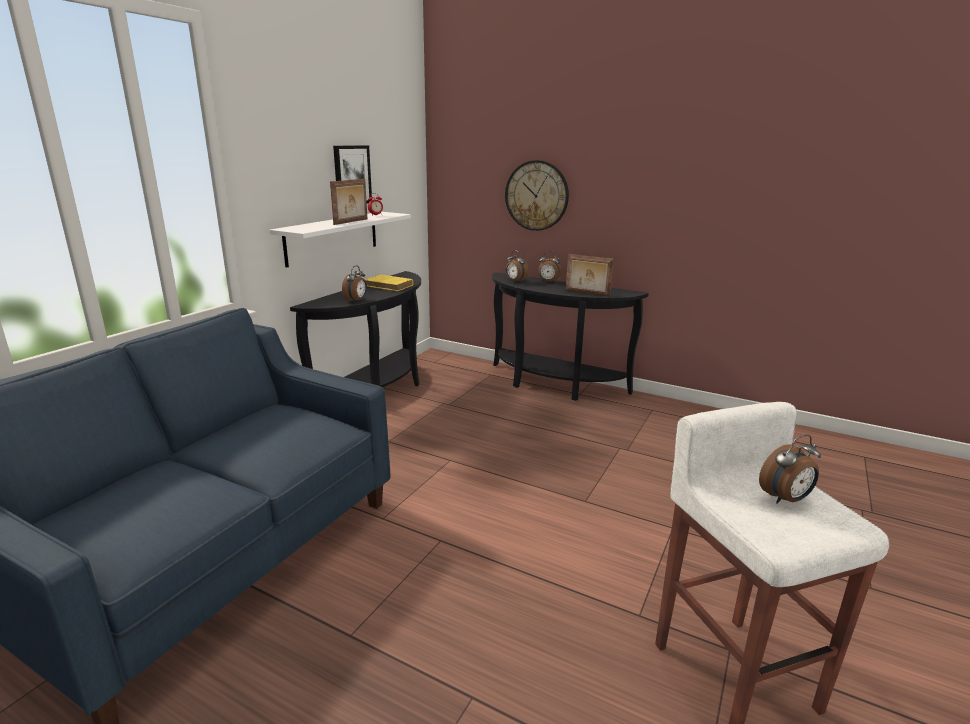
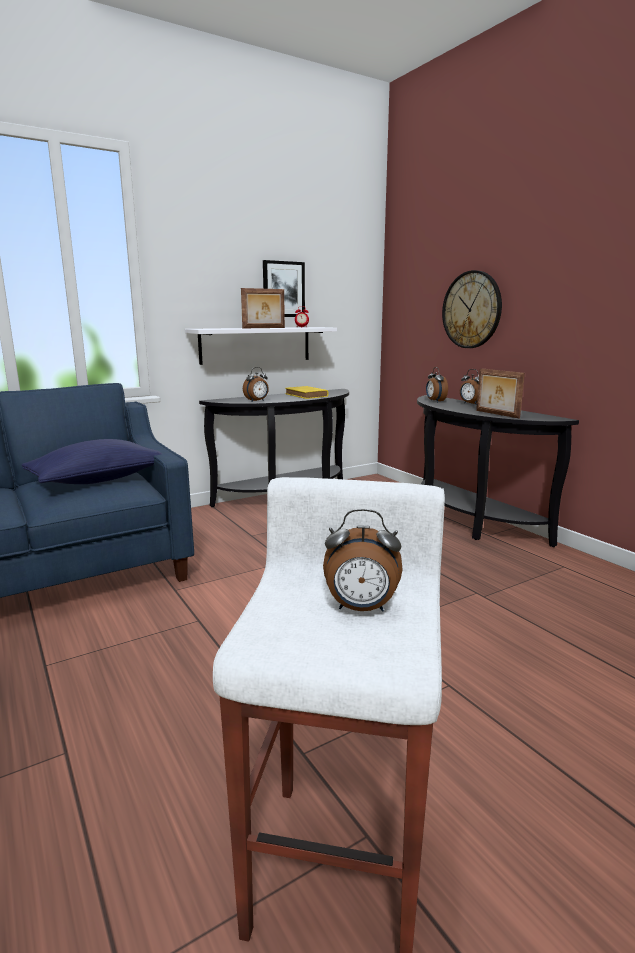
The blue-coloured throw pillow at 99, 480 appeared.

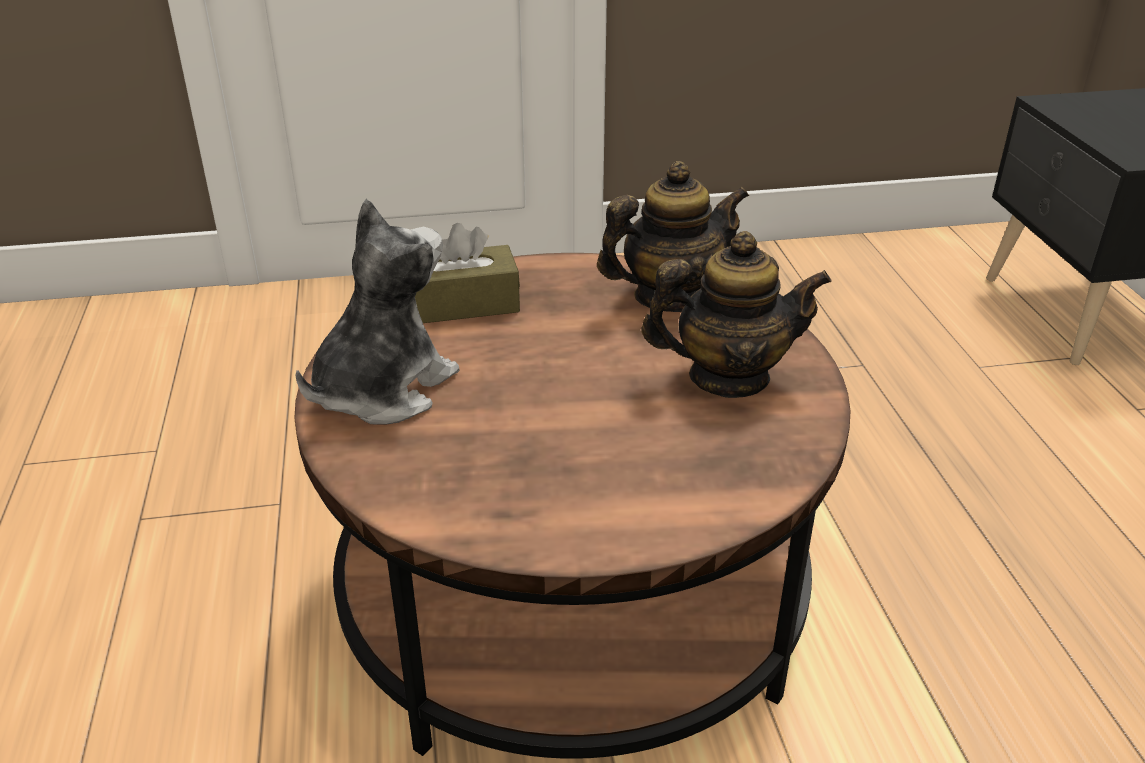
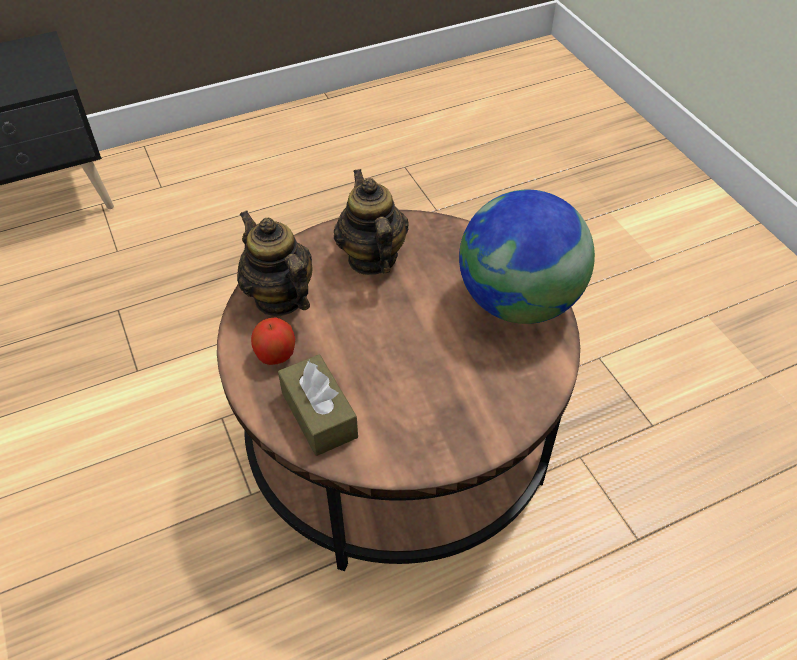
The cuddly toy at 382, 390 disappeared.
The apple fruit at 275, 355 appeared.
The desk globe at 518, 302 appeared.

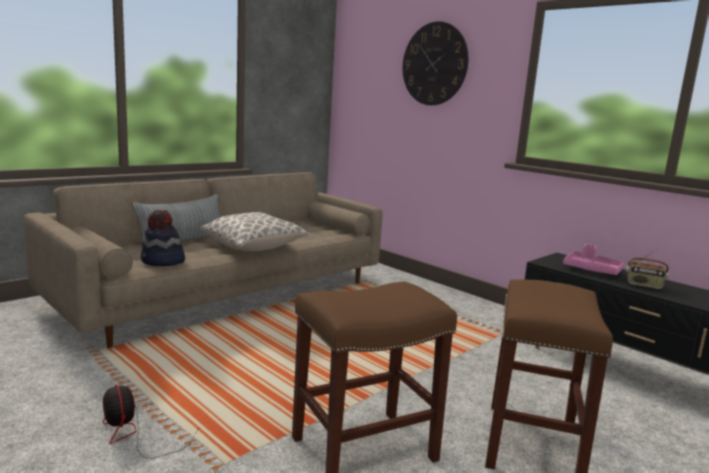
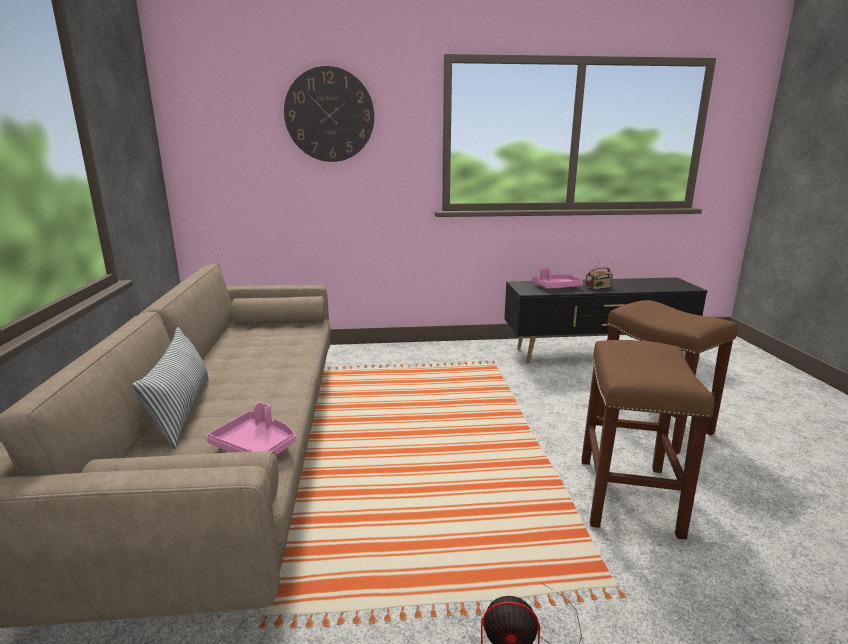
The throw pillow at 253, 248 disappeared.
The clothing hat at 162, 262 was replaced by the pink carrying tray at 256, 446.

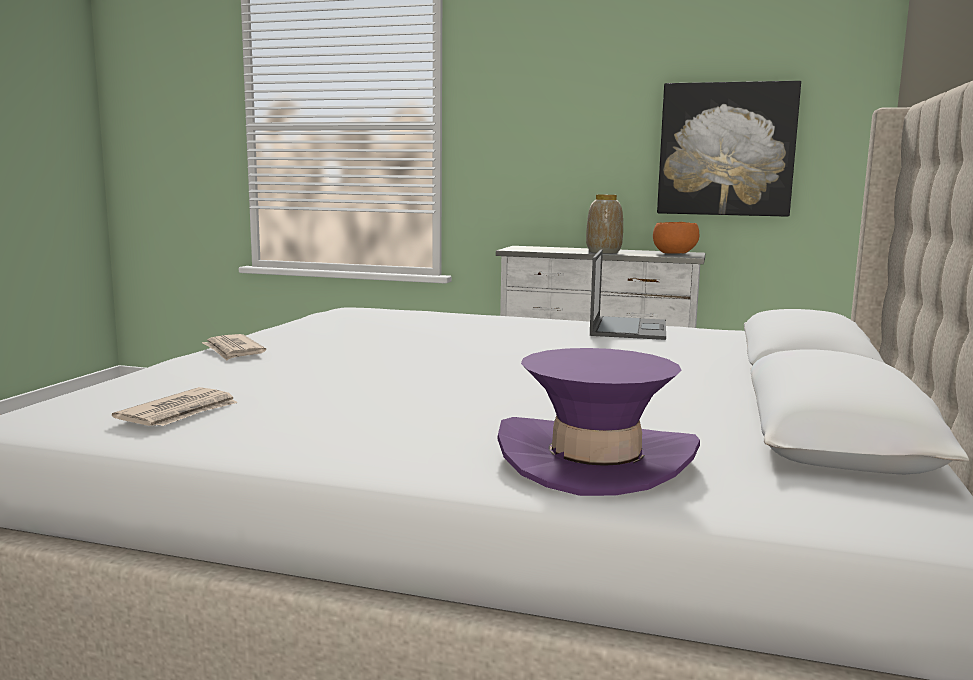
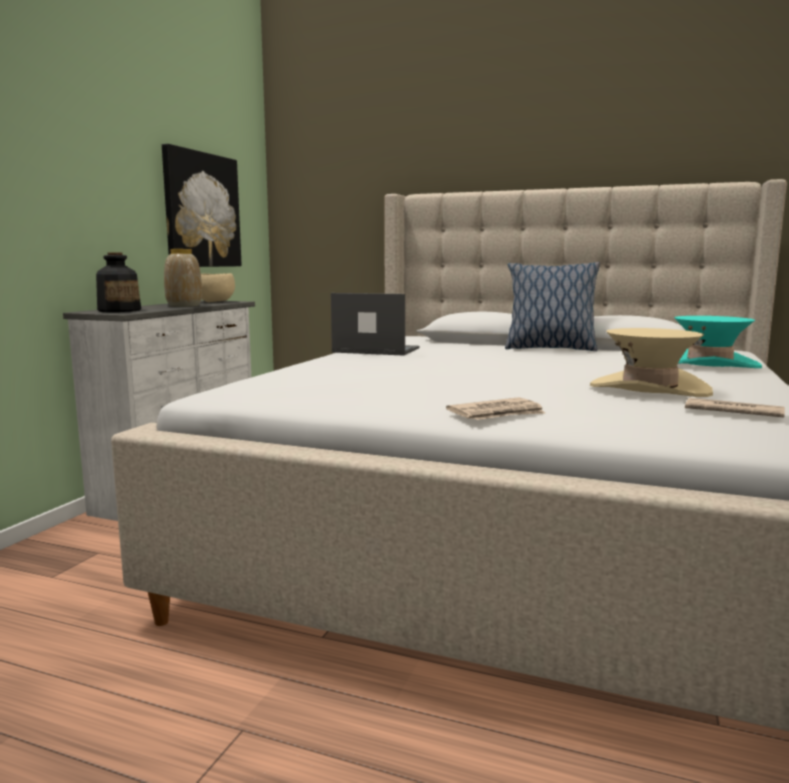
The beverage bottle at 119, 310 appeared.
The throw pillow at 549, 349 appeared.
The beige clothing hat at 649, 389 appeared.
The purplish clothing hat at 596, 459 became the turquoise clothing hat at 709, 364.
The orange serving bowl at 673, 254 became the beige serving bowl at 215, 302.

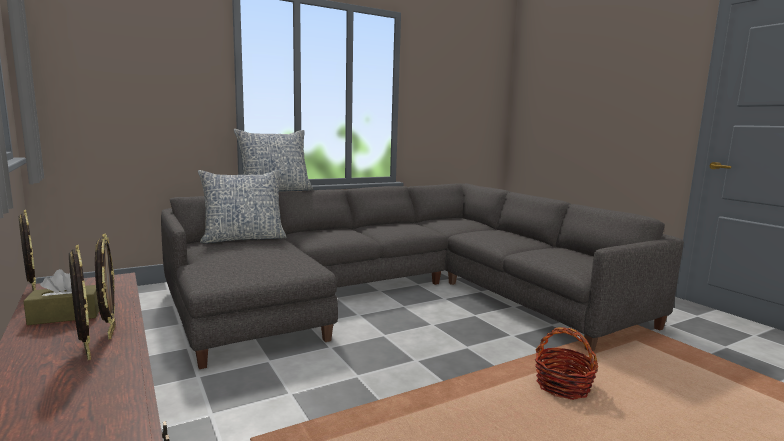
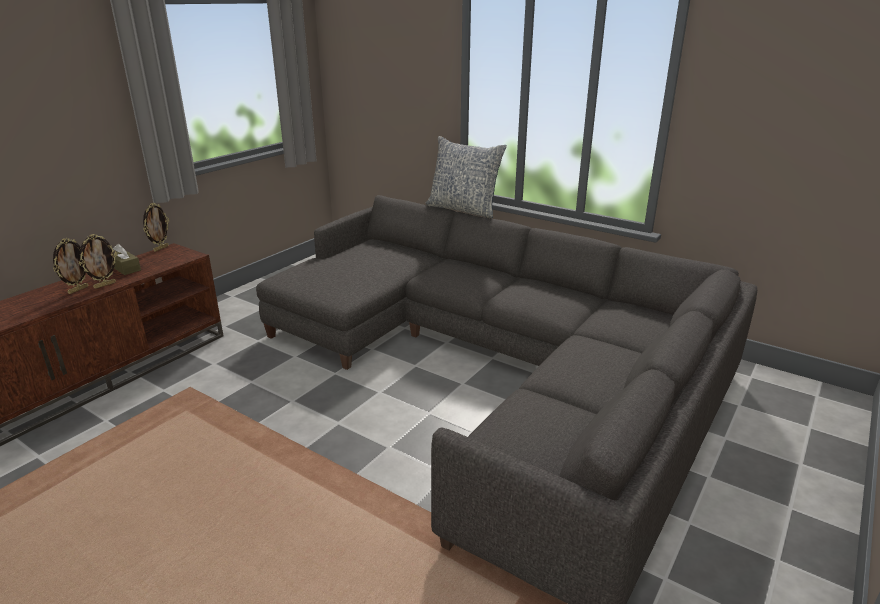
The throw pillow at 244, 238 disappeared.
The basket at 563, 386 disappeared.

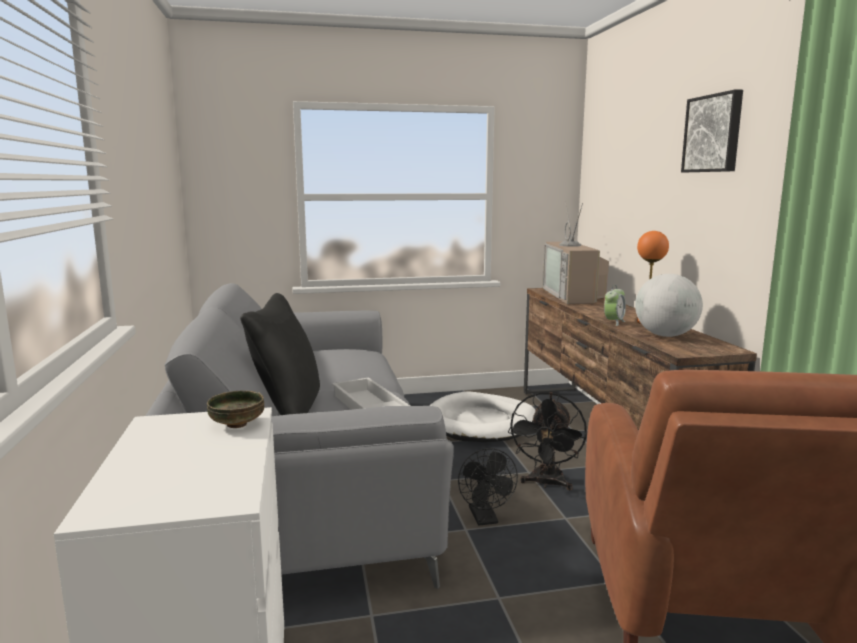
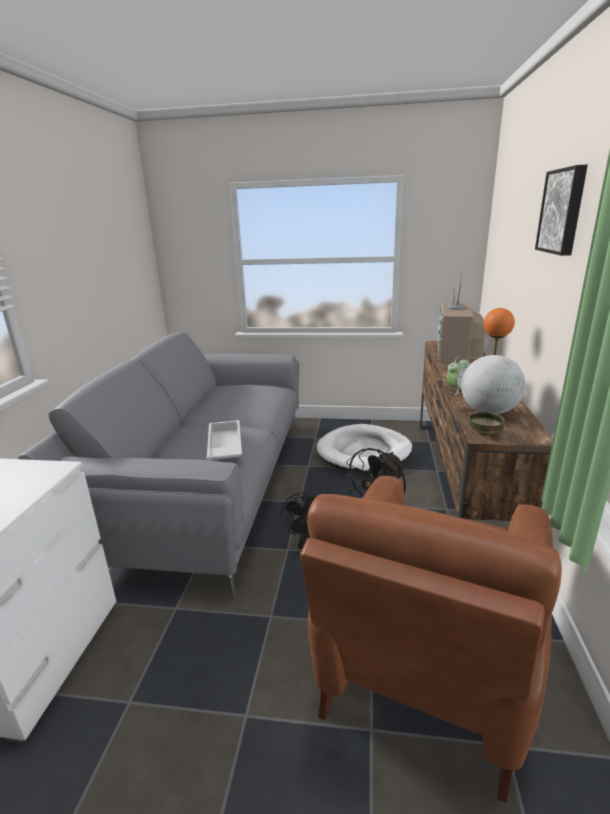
The blackish throw pillow at 287, 410 disappeared.
The serving bowl moved from 238, 424 to 484, 433.

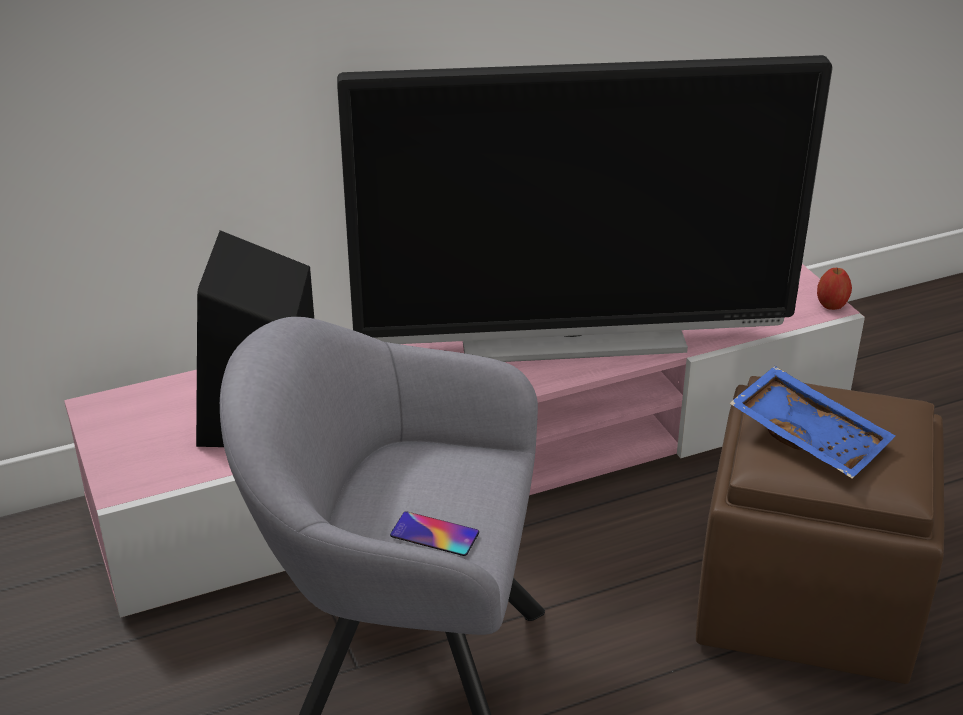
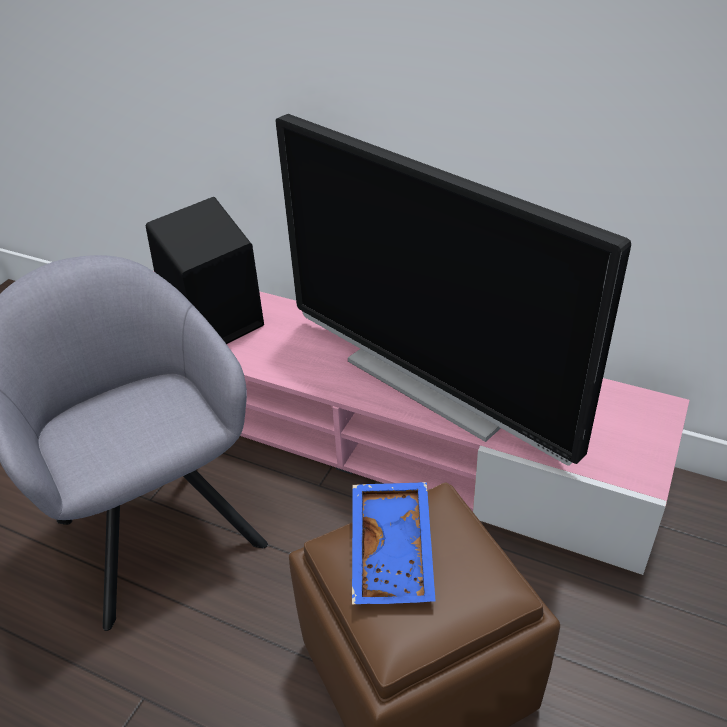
The phone at 434, 534 disappeared.
The apple fruit at 831, 305 disappeared.

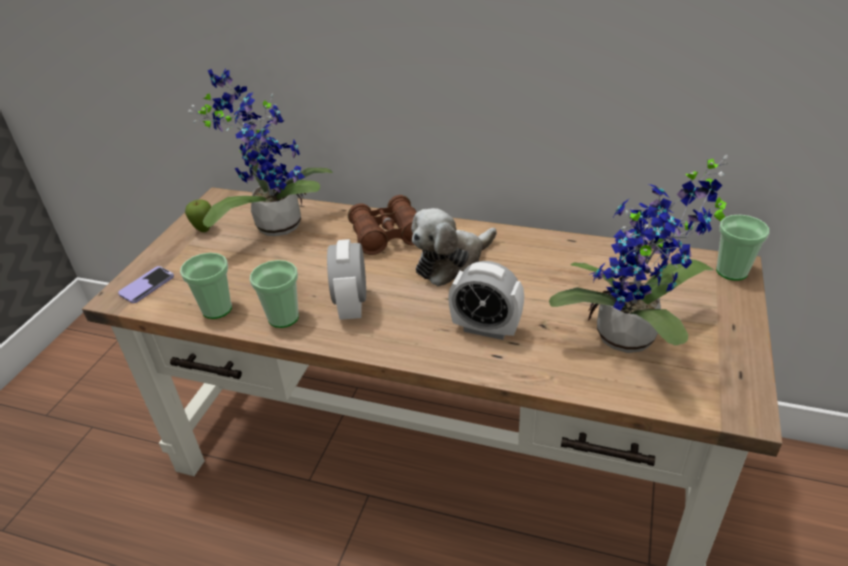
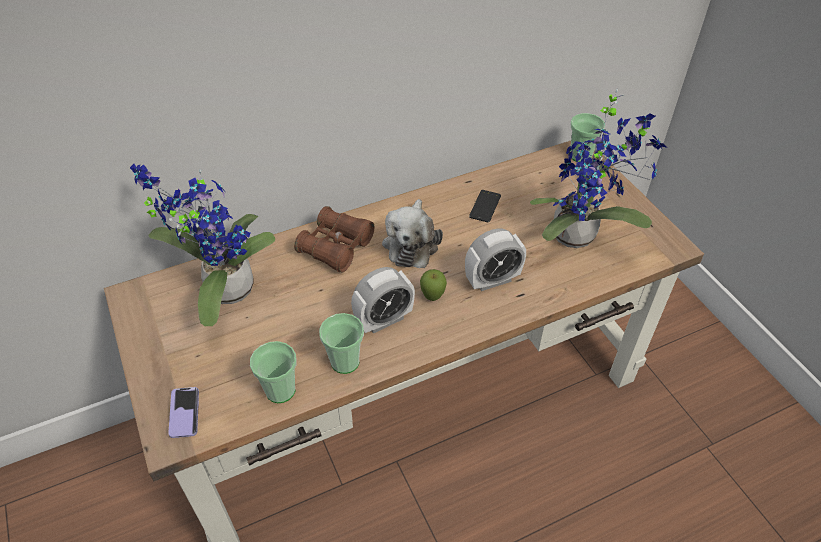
The phone at 485, 206 appeared.
The apple fruit moved from 204, 230 to 432, 297.
The alarm clock at 352, 306 turned 75 degrees counterclockwise.

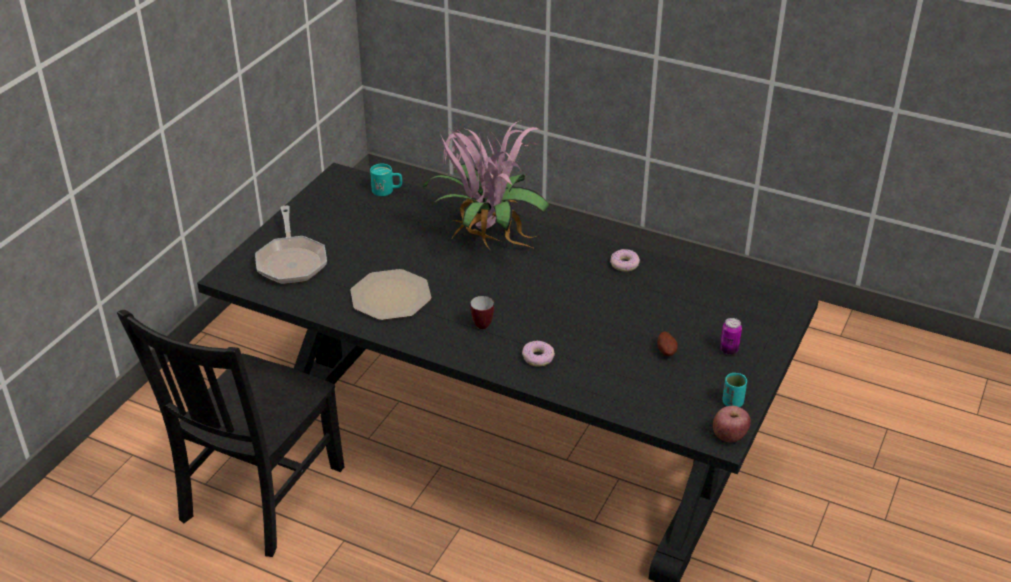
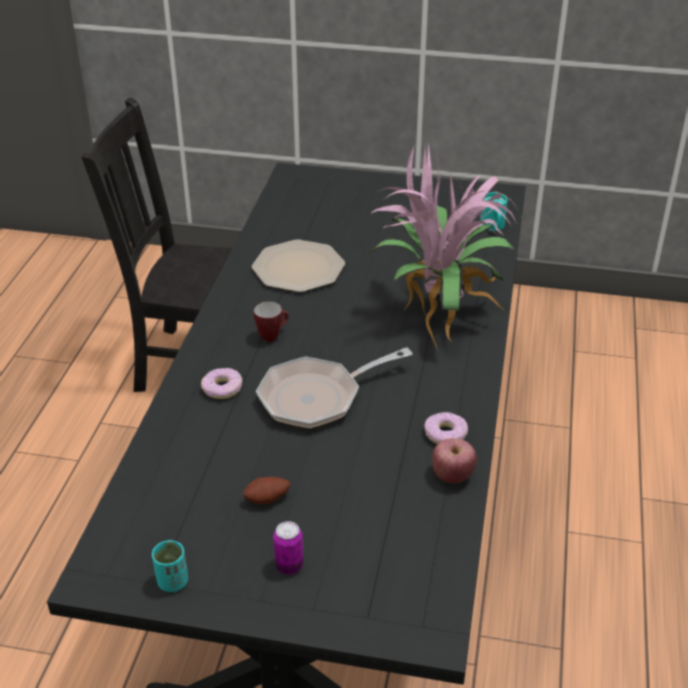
The frying pan moved from 291, 261 to 317, 397.
The apple fruit moved from 729, 435 to 452, 475.

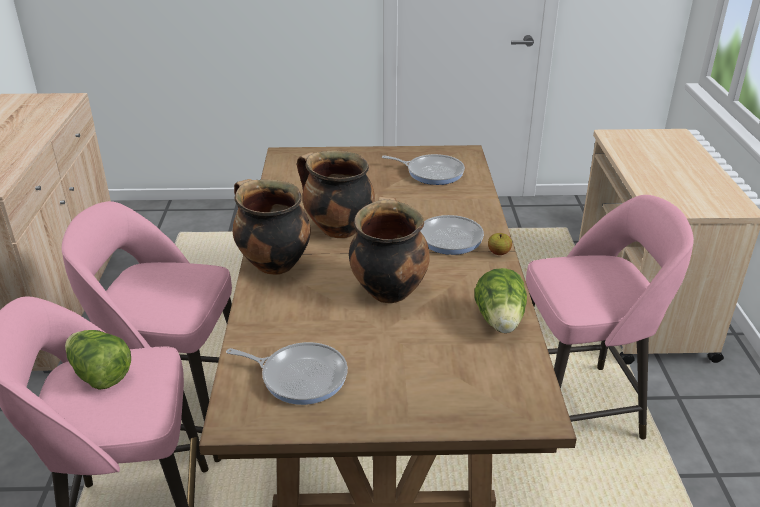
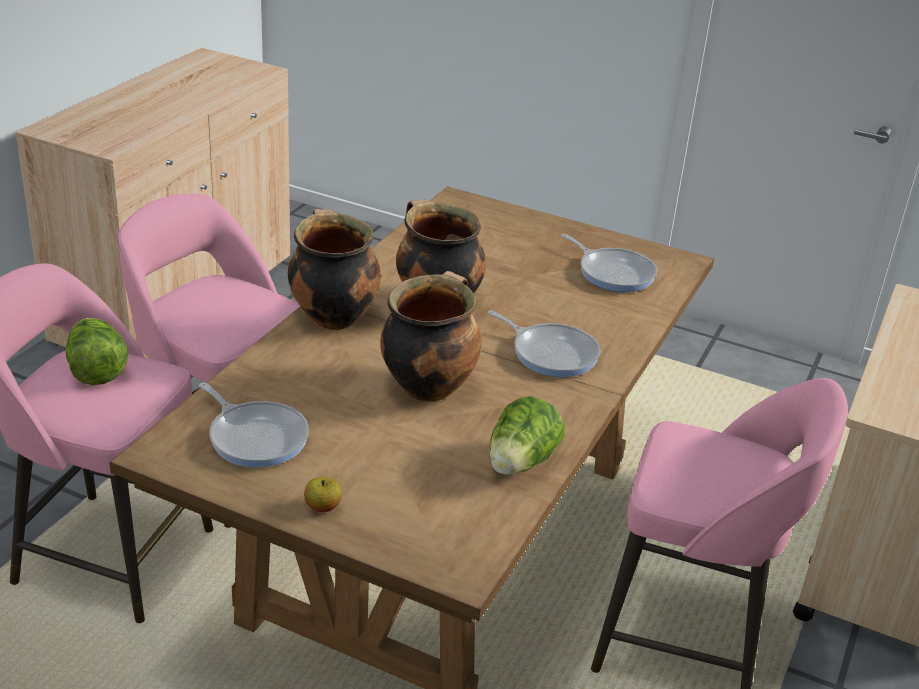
The apple fruit moved from 499, 253 to 322, 507.

